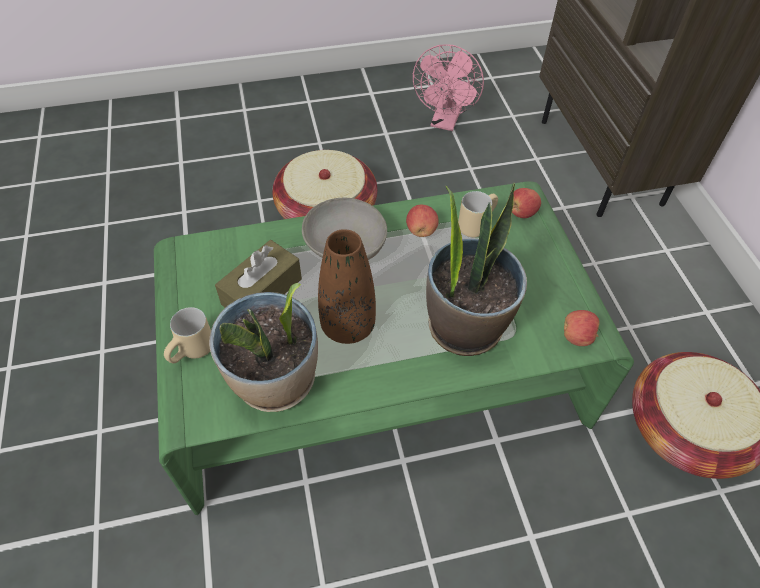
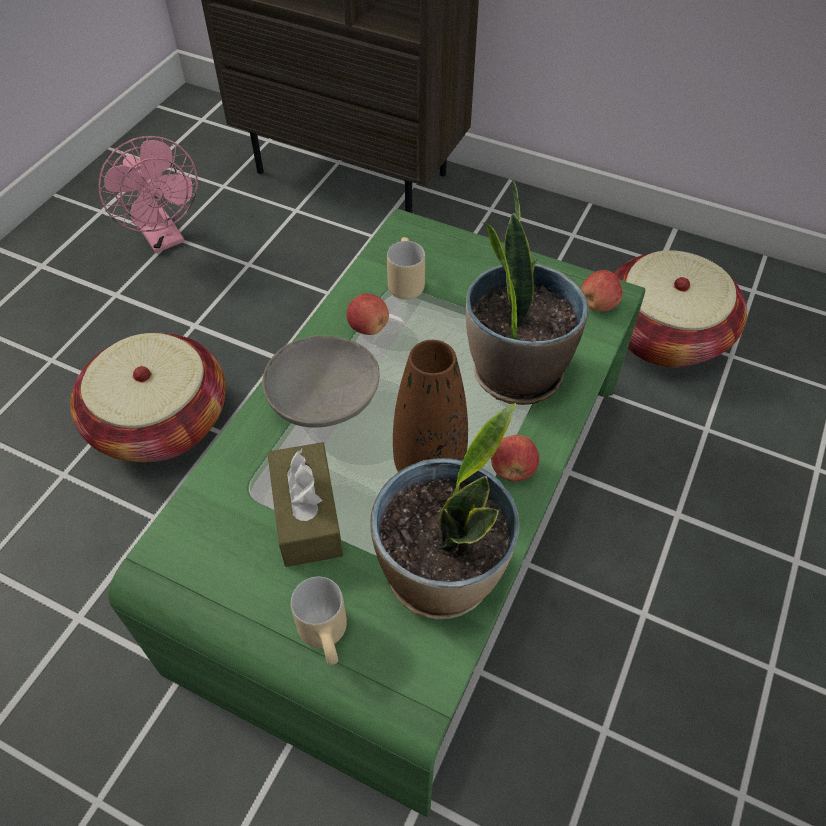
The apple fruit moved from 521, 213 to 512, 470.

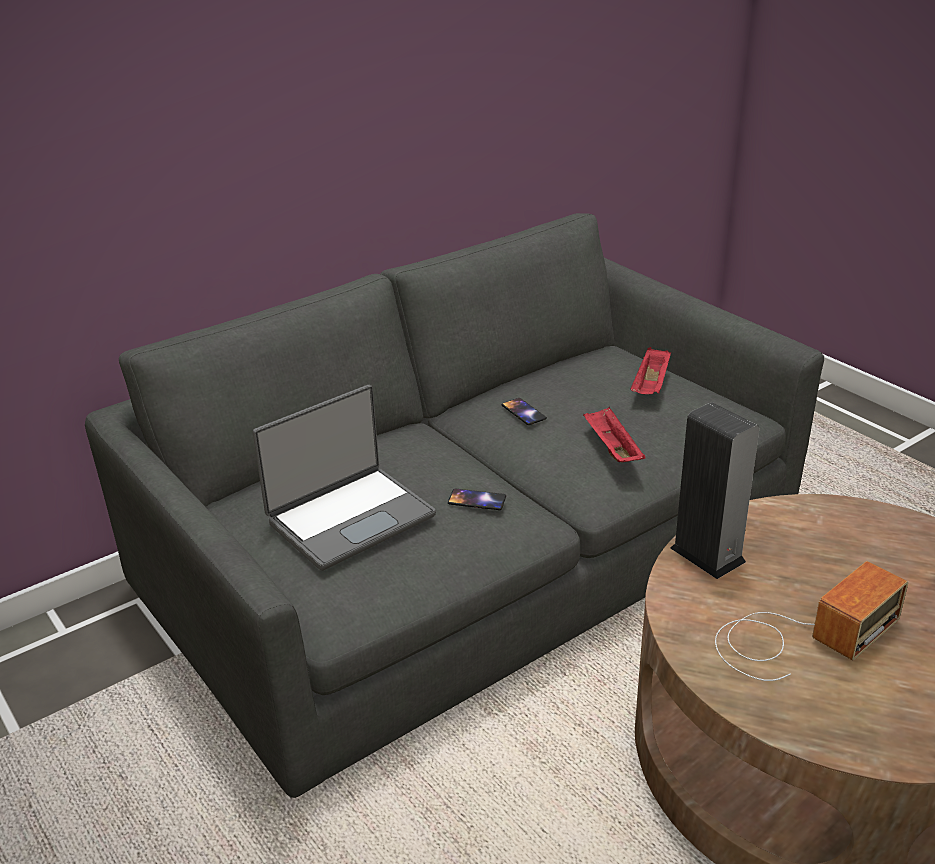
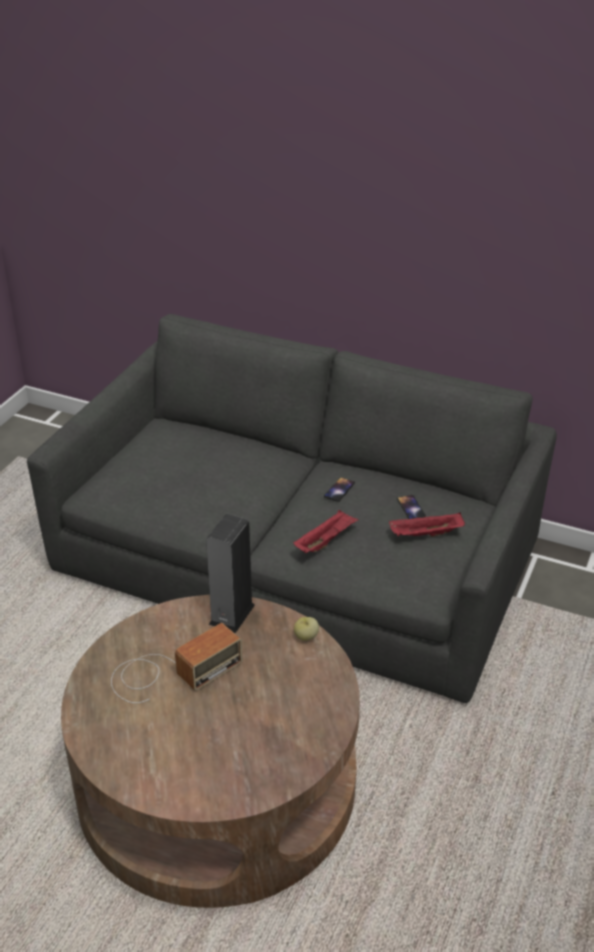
The laptop at 349, 518 disappeared.
The apple fruit at 306, 637 appeared.
The phone moved from 477, 500 to 411, 508.
The radio receiver at 800, 637 turned 60 degrees counterclockwise.

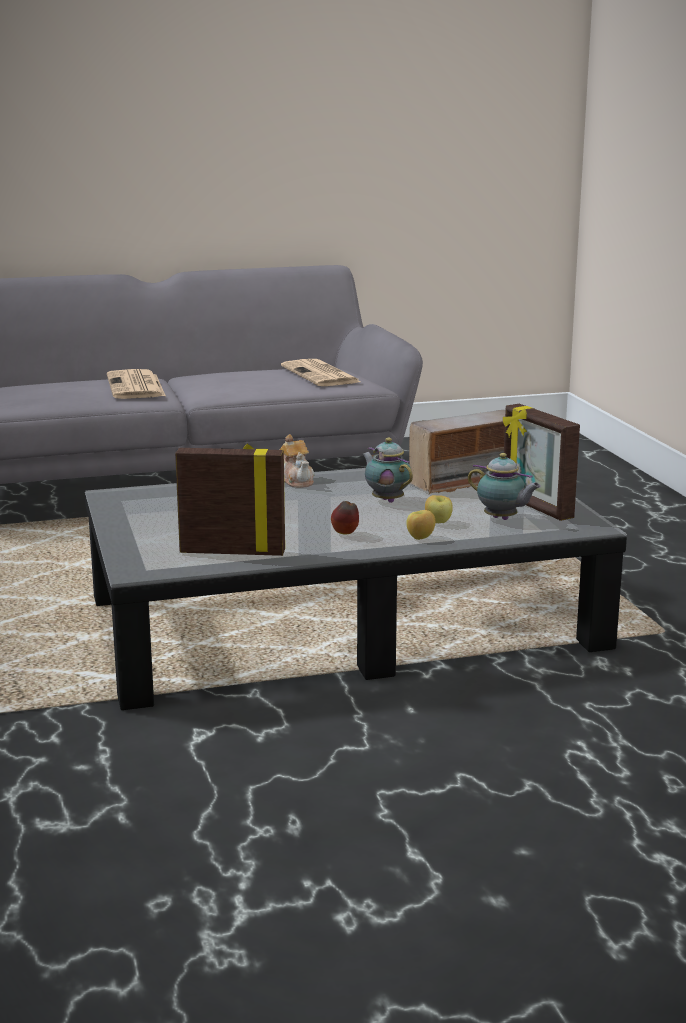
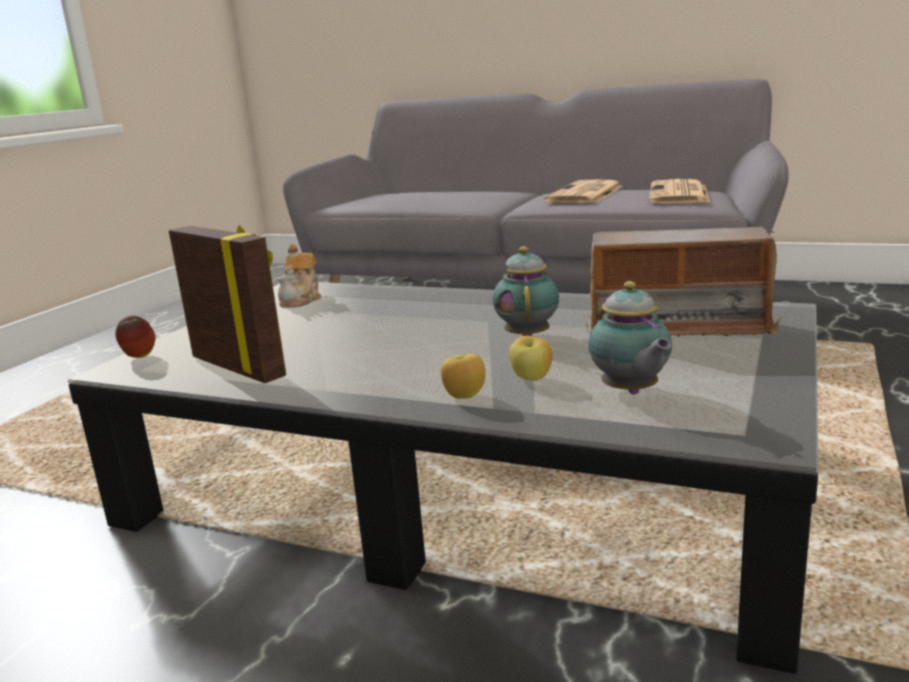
The photo frame at 535, 507 disappeared.
The printed paper moved from 136, 386 to 585, 194.
The pot for tea moved from 297, 481 to 301, 300.
The apple fruit moved from 345, 534 to 139, 358.

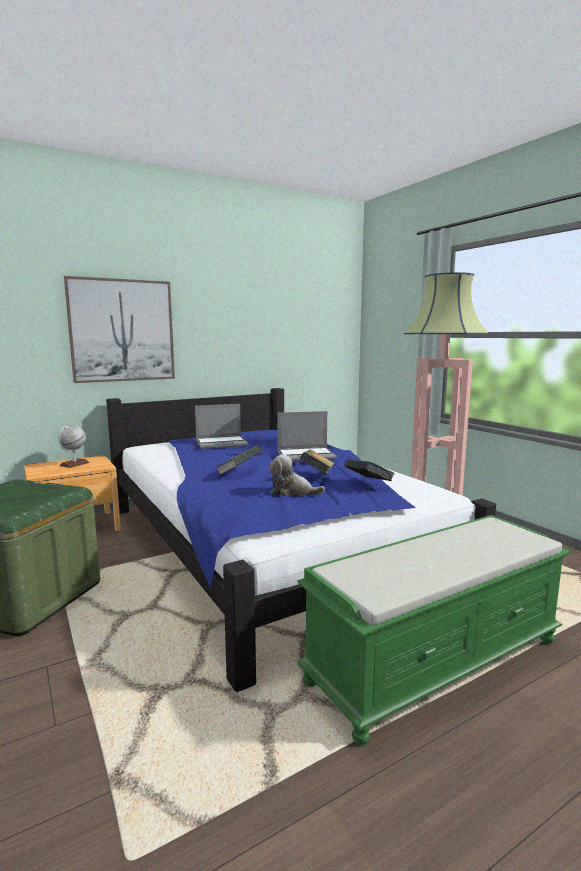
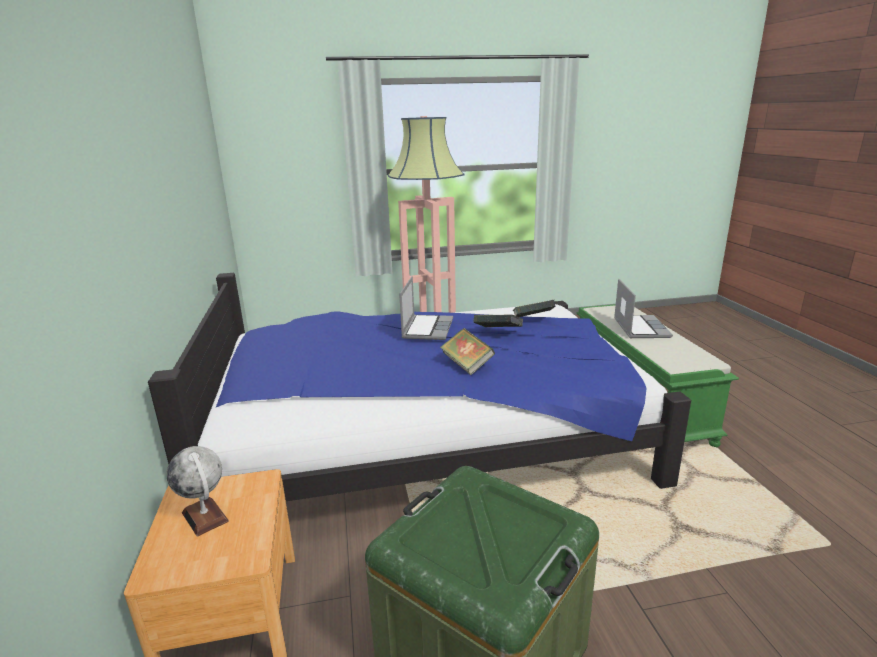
The picture at 122, 330 disappeared.
The cuddly toy at 292, 492 disappeared.
The laptop moved from 222, 443 to 640, 328.

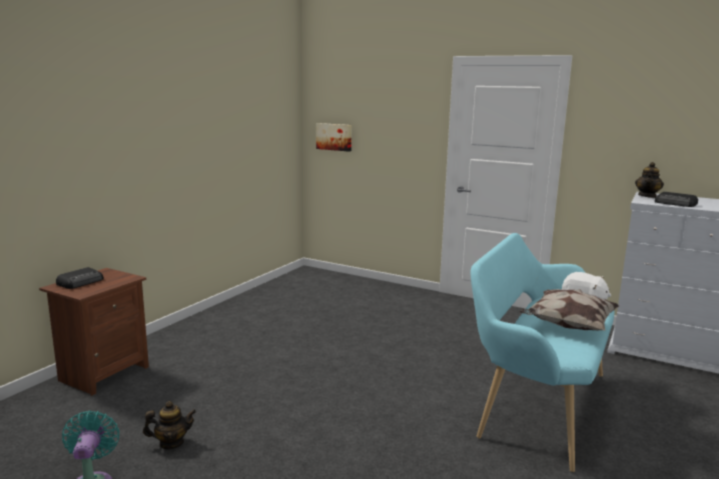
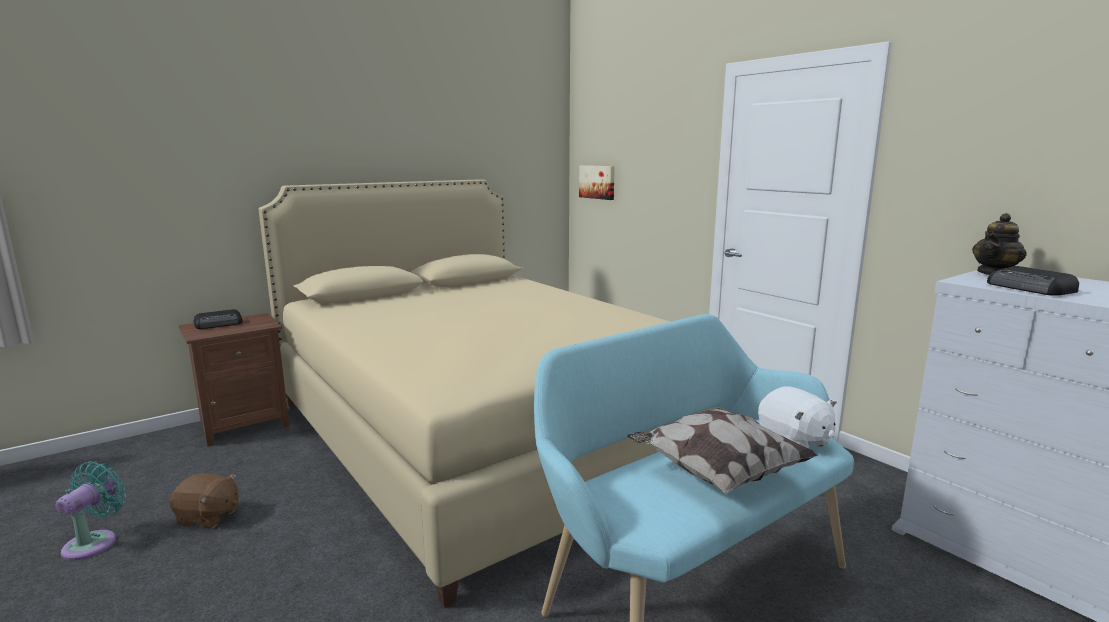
The beige bedroom bed at 482, 435 appeared.
The pot for tea at 171, 443 was replaced by the brownish cuddly toy at 208, 517.

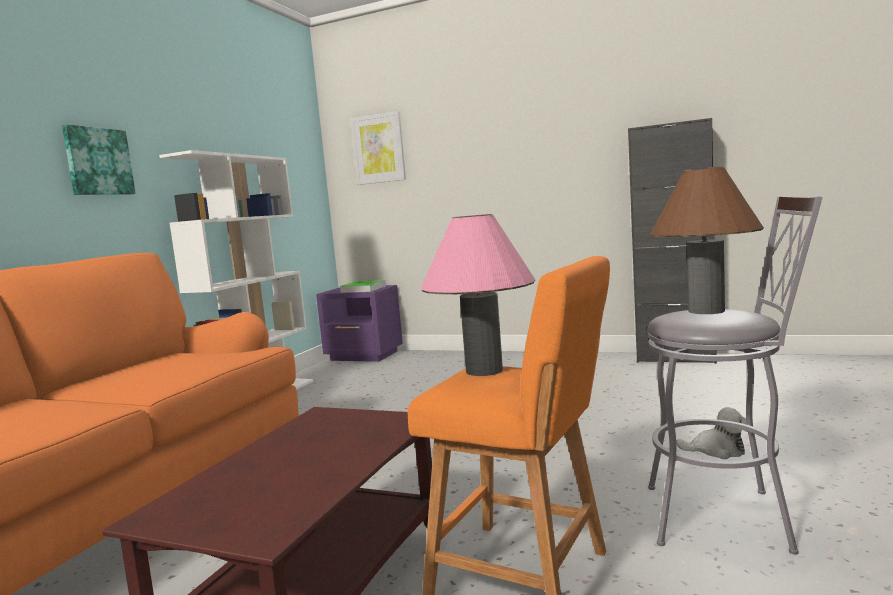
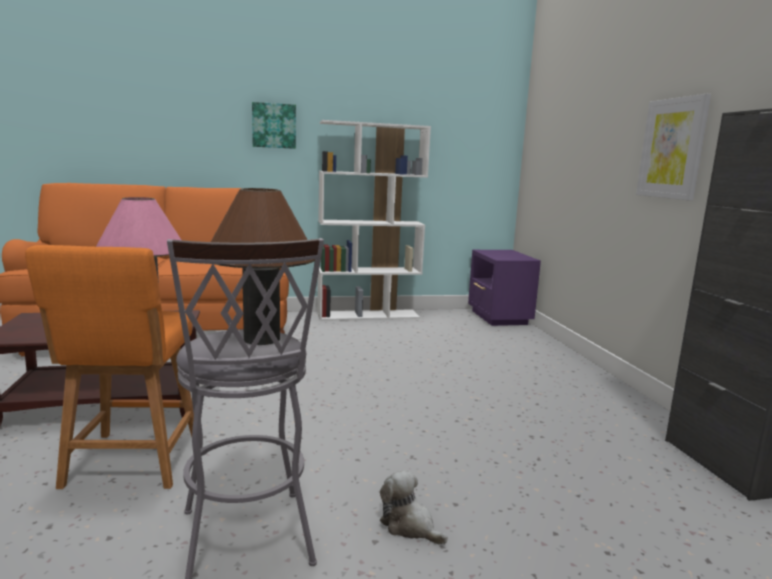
The carrying tray at 363, 289 disappeared.
The picture moved from 378, 149 to 672, 148.
The cuddly toy at 716, 450 turned 150 degrees clockwise.

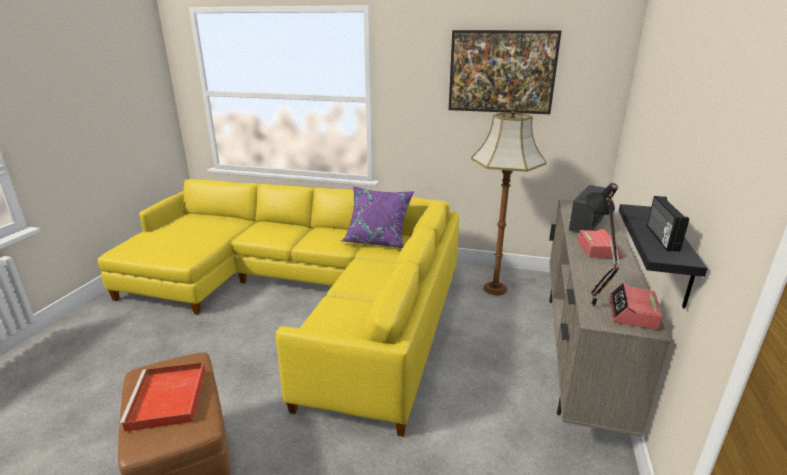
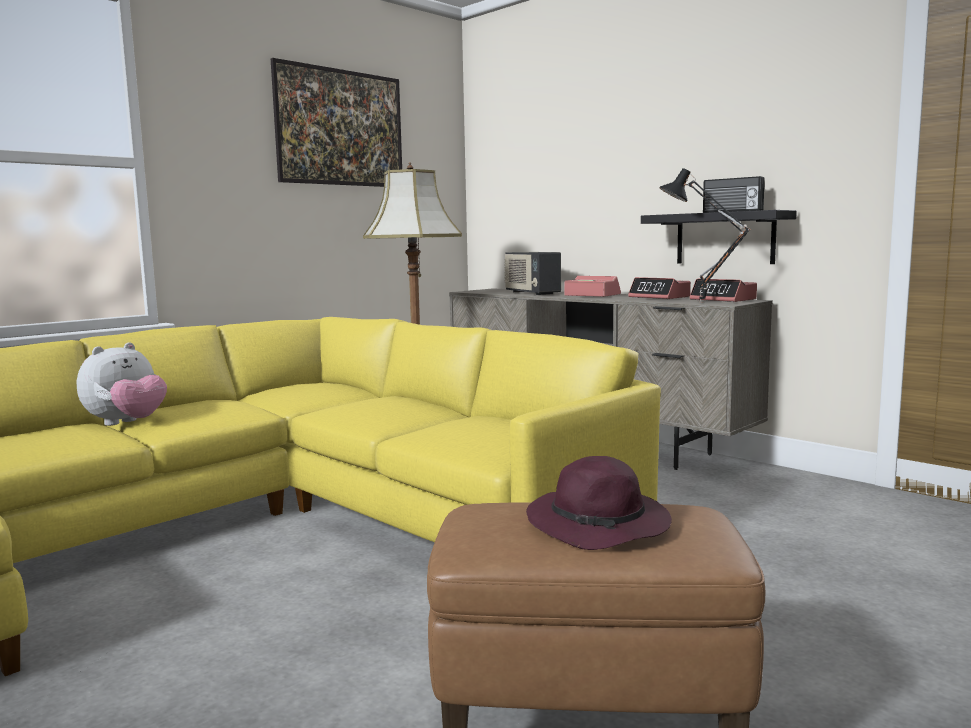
The purplish throw pillow at 378, 241 disappeared.
The cuddly toy at 127, 423 appeared.
The alarm clock at 659, 297 appeared.
The reddish carrying tray at 167, 399 was replaced by the purplish clothing hat at 600, 526.

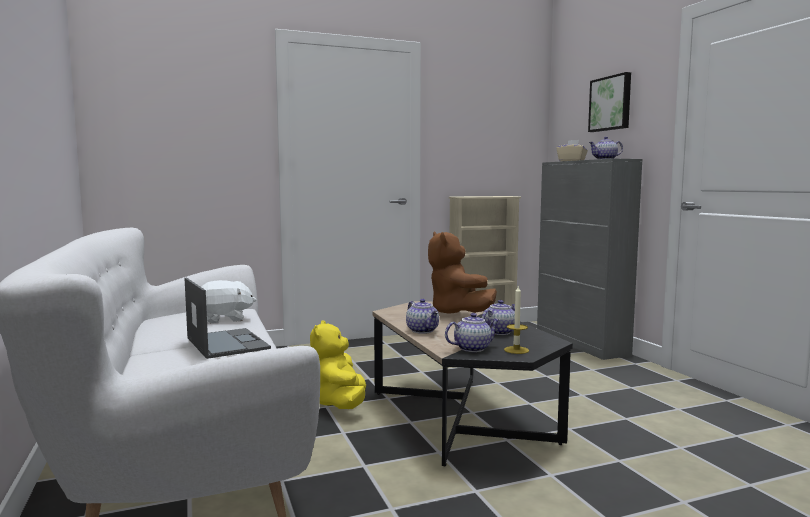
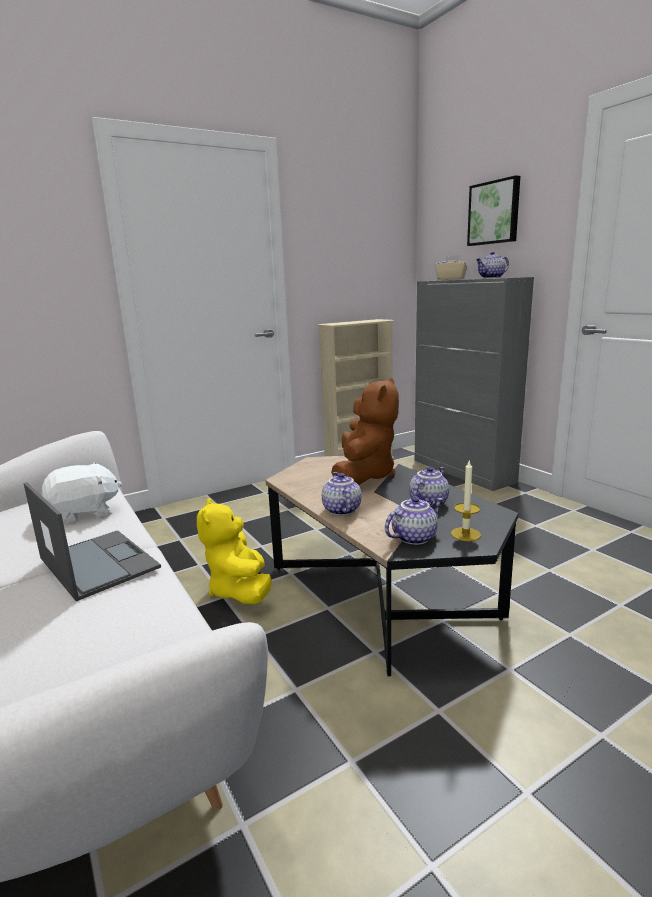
The pot for tea at 423, 330 turned 150 degrees counterclockwise.
The brownish cuddly toy at 456, 314 turned 135 degrees counterclockwise.

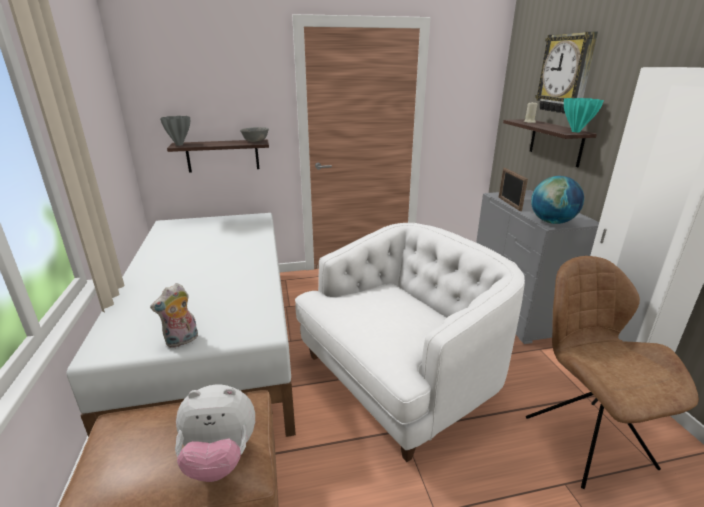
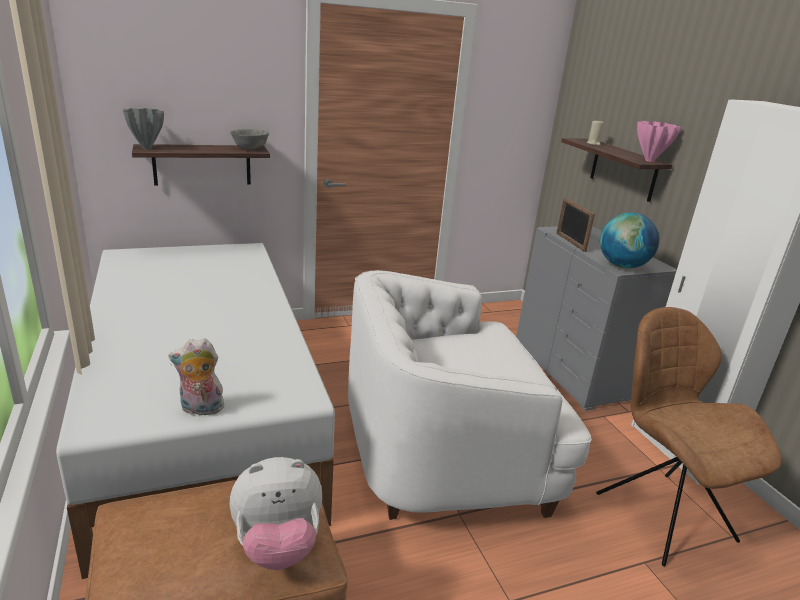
The clock on the wall at 566, 74 disappeared.
The turquoise vase at 576, 131 became the pink vase at 649, 160.
The cuddly toy at 182, 341 turned 45 degrees clockwise.
The white easy chair at 398, 377 turned 150 degrees counterclockwise.

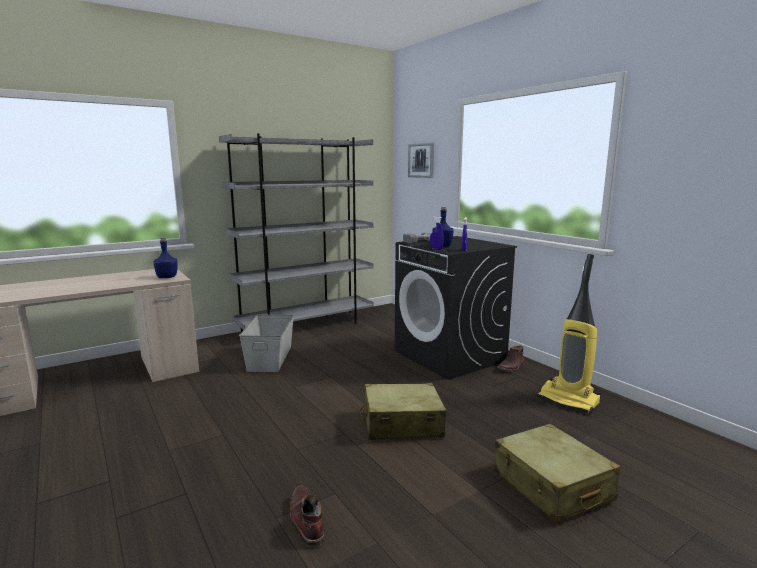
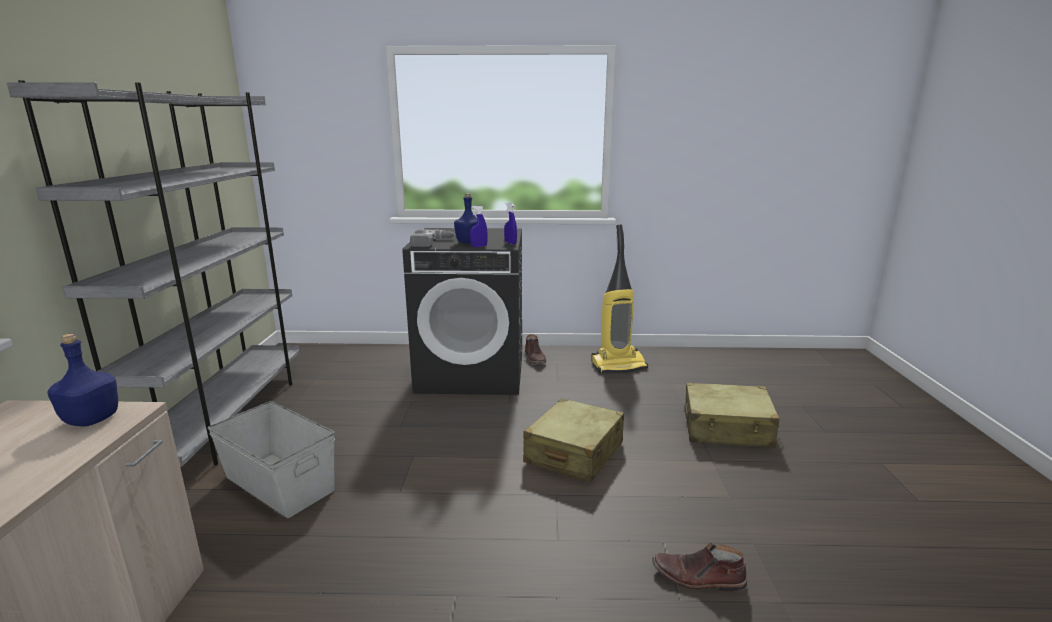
The picture at 421, 160 disappeared.

